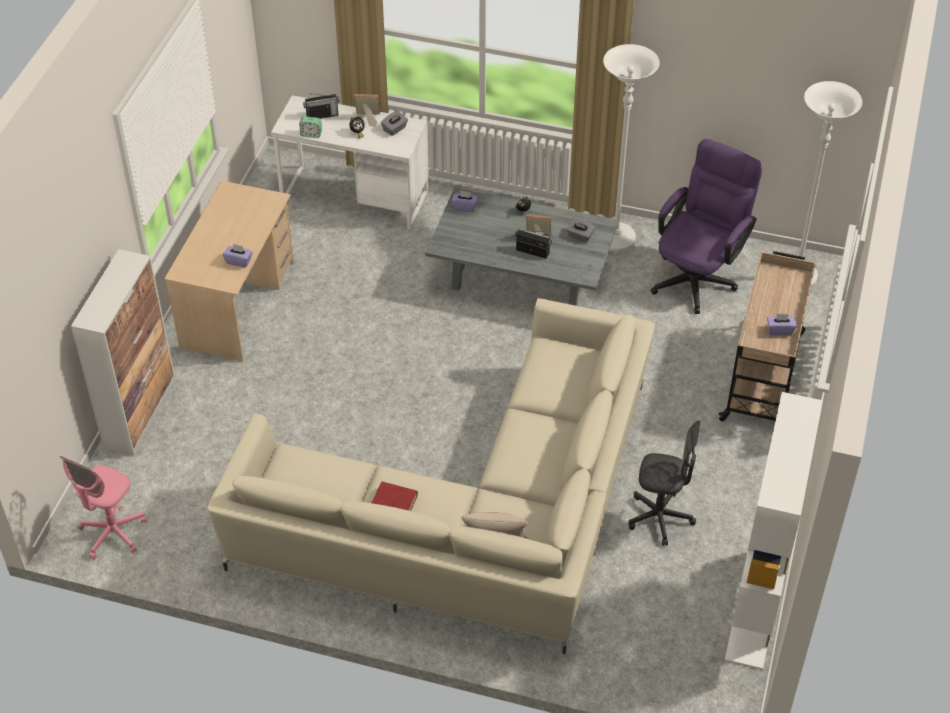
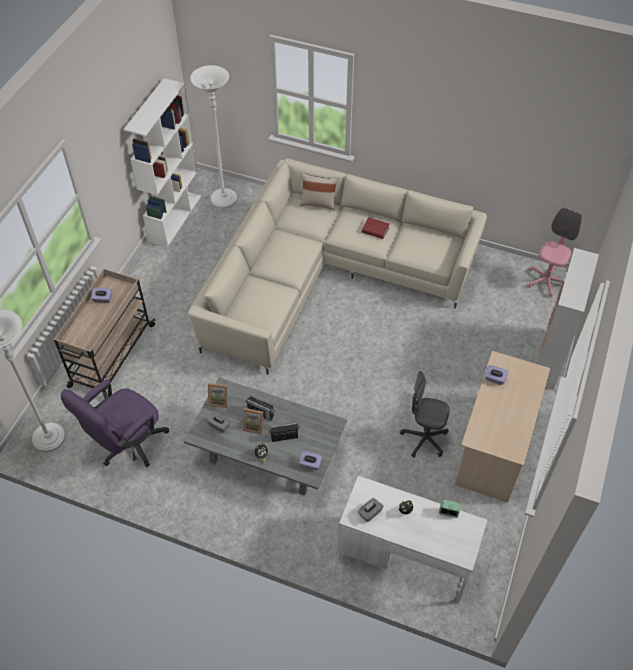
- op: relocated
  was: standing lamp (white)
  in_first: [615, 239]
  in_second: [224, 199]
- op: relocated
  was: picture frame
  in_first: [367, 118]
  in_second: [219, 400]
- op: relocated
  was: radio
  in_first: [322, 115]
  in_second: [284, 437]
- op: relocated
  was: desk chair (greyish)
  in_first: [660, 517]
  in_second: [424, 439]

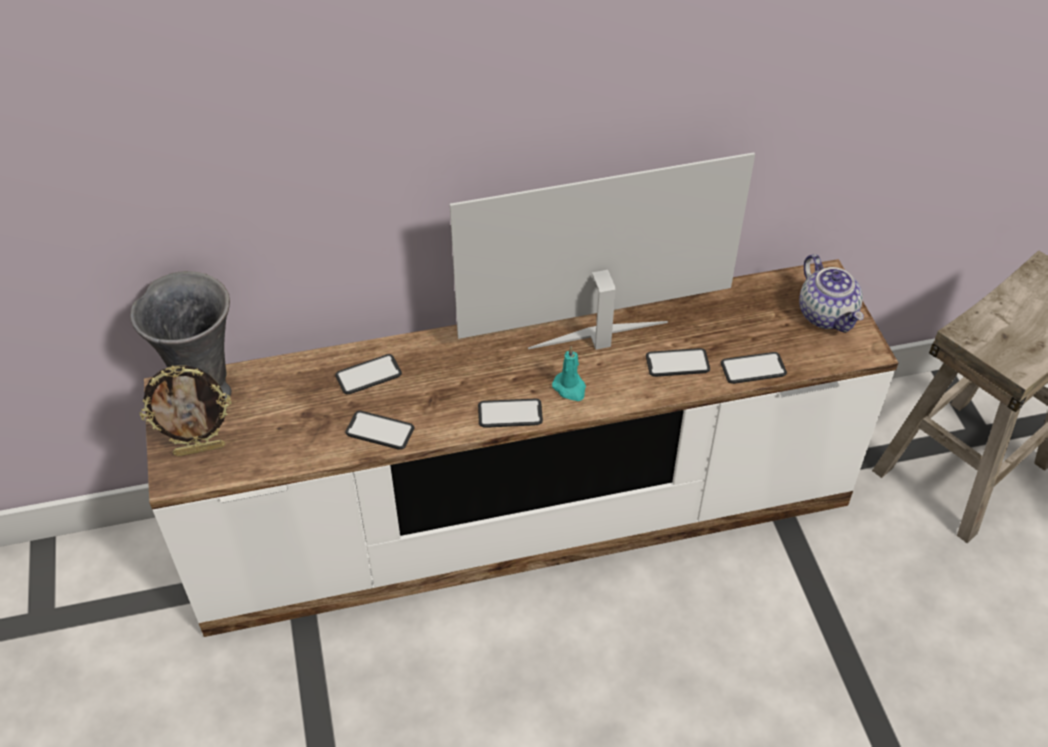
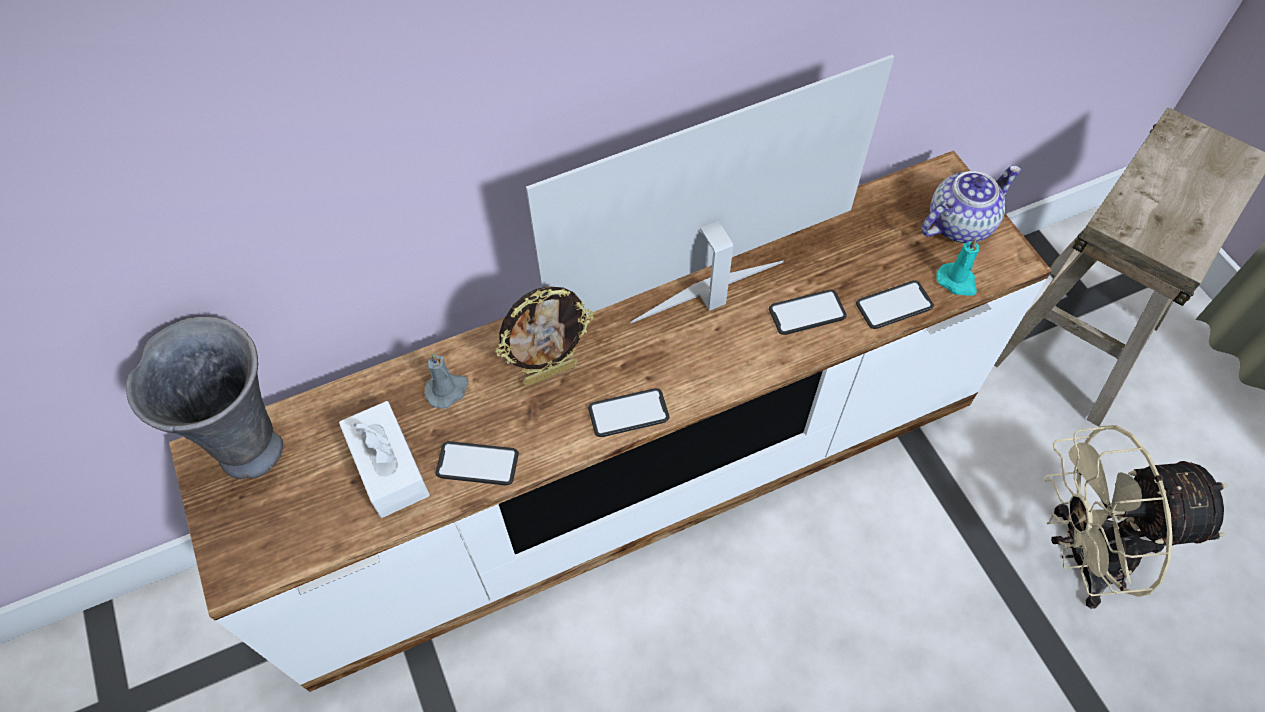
- op: appeared
  now: box of tissues (white)
  in_second: [389, 467]
- op: exchanged
  was: phone
  now: candle (greyish)
  in_first: [368, 375]
  in_second: [447, 390]
- op: relocated
  was: picture frame
  in_first: [200, 449]
  in_second: [550, 373]
- op: spun
  was: teapot
  in_first: [827, 315]
  in_second: [959, 223]
  clockwise: -90
- op: relocated
  was: candle (turquoise)
  in_first: [570, 388]
  in_second: [957, 281]
- op: appeared
  now: electric fan (beige-coloured)
  in_second: [1081, 555]

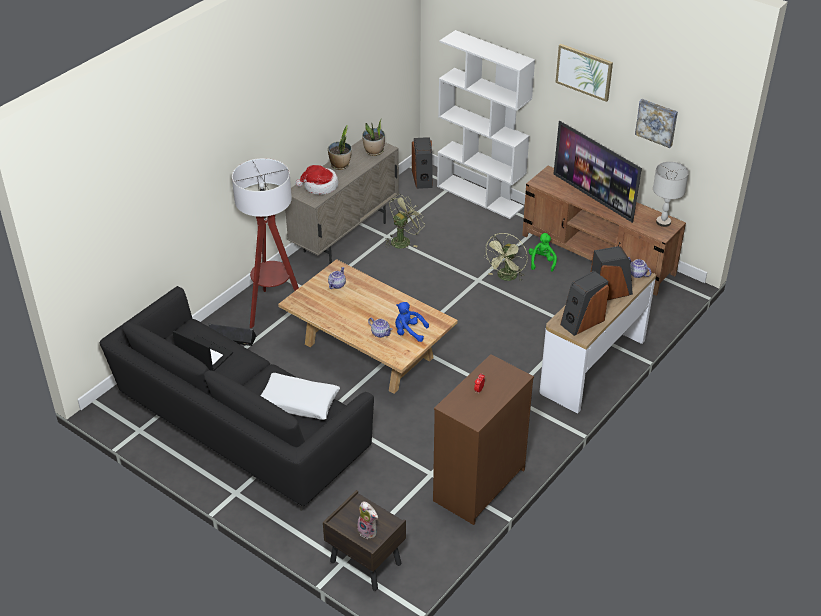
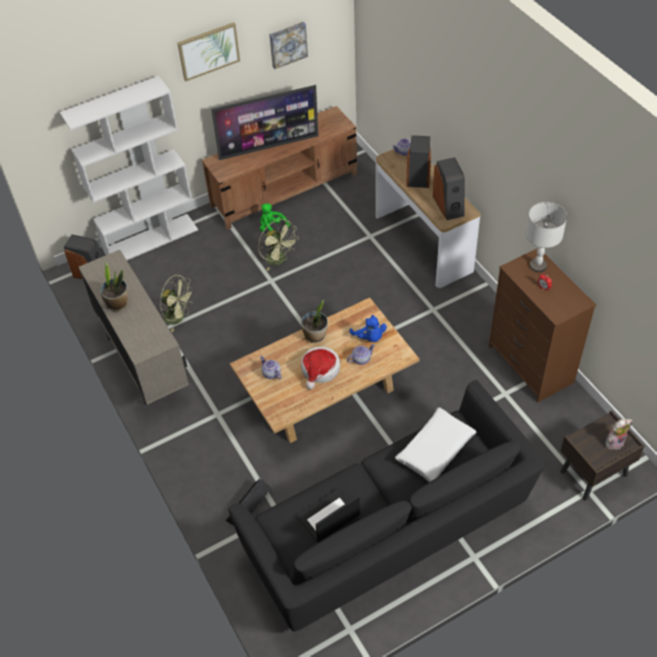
- op: spun
  was: electric fan (greenish)
  in_first: [403, 240]
  in_second: [179, 317]
  clockwise: 135
- op: relocated
  was: houseplant
  in_first: [374, 151]
  in_second: [315, 336]
- op: relocated
  was: clothing hat
  in_first: [319, 186]
  in_second: [320, 370]
- op: spun
  was: soft toy (blue-coloured)
  in_first: [409, 332]
  in_second: [369, 337]
  clockwise: -75
- op: relocated
  was: tabletop lamp (greyish)
  in_first: [663, 222]
  in_second: [538, 266]
- op: missing
  was: standing lamp
  in_first: [273, 310]

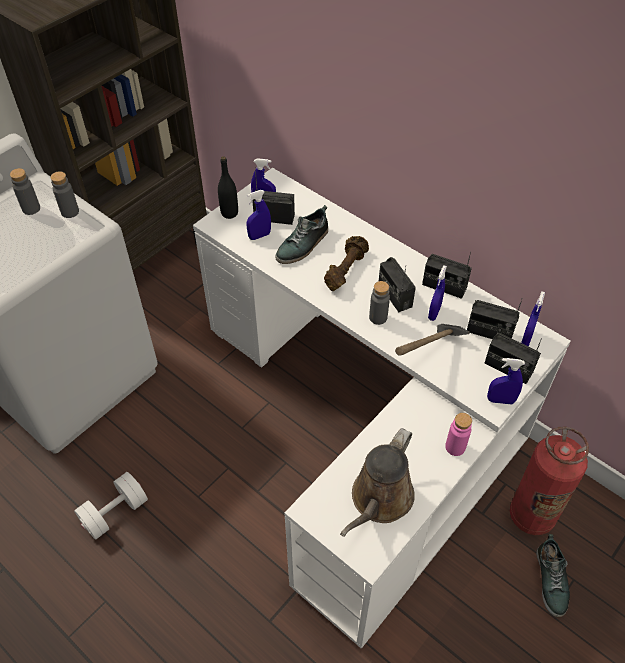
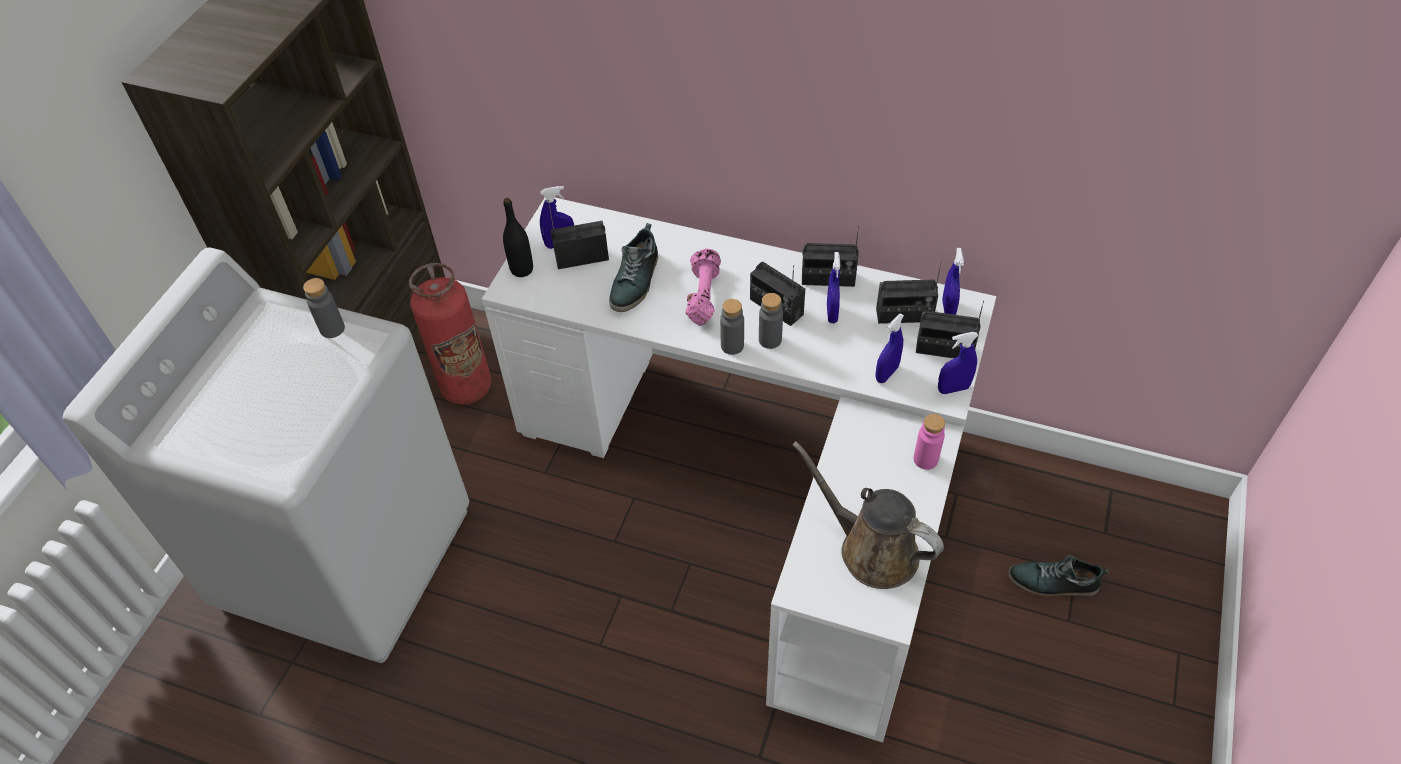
- op: relocated
  was: fire-fighting cylinder
  in_first: [531, 515]
  in_second: [466, 387]
- op: colour
  was: dumbbell (brown-coloured)
  now: dumbbell (pink-coloured)
  in_first: [345, 270]
  in_second: [702, 295]
- op: relocated
  was: beverage bottle (greyish)
  in_first: [31, 209]
  in_second: [732, 346]
- op: spun
  was: watering can (brown-coloured)
  in_first: [379, 500]
  in_second: [871, 549]
  clockwise: 120
- op: relocated
  was: spray bottle (blue-coloured)
  in_first: [259, 236]
  in_second: [886, 374]
- op: spun
  was: item of footwear
  in_first: [551, 580]
  in_second: [1053, 583]
  clockwise: 120
- op: missing
  was: dumbbell (white)
  in_first: [115, 512]
- op: missing
  was: hand hammer
  in_first: [428, 358]

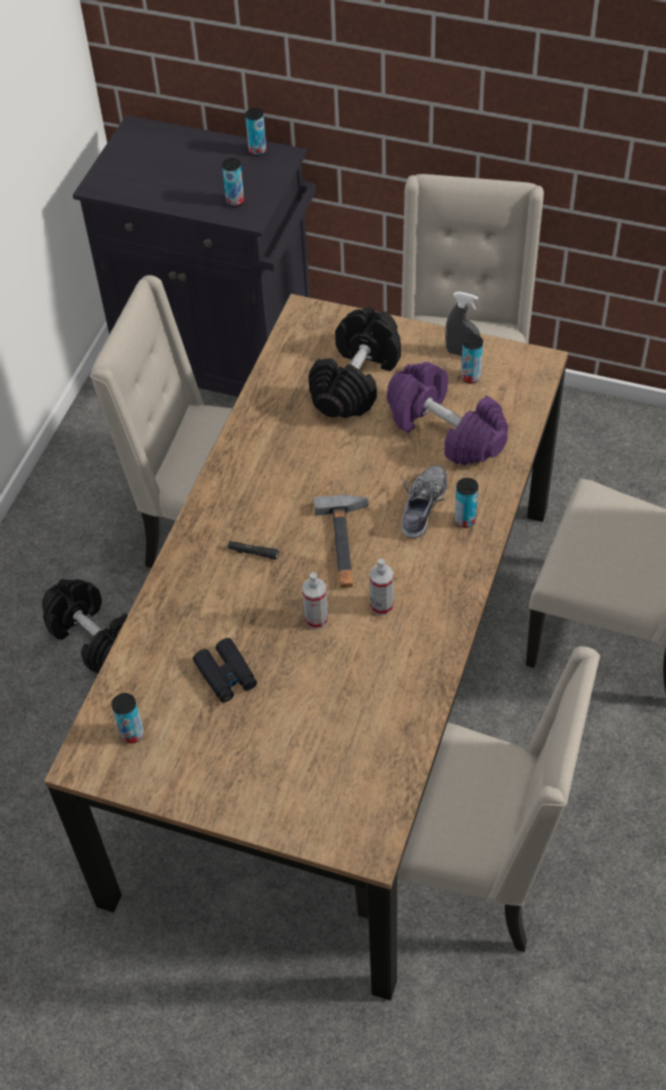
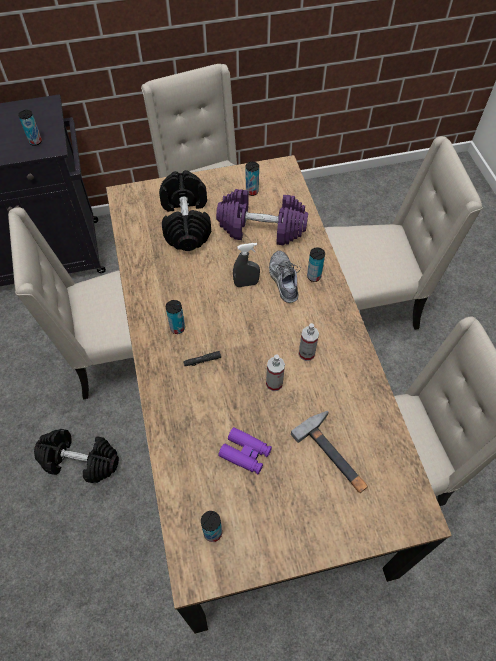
- op: relocated
  was: metal can
  in_first: [257, 151]
  in_second: [177, 328]
- op: colour
  was: pair of binoculars (black-coloured)
  now: pair of binoculars (purple)
  in_first: [226, 675]
  in_second: [245, 453]
- op: relocated
  was: spray bottle (greyish)
  in_first: [461, 353]
  in_second: [246, 283]
- op: relocated
  was: hand hammer
  in_first: [345, 544]
  in_second: [335, 455]

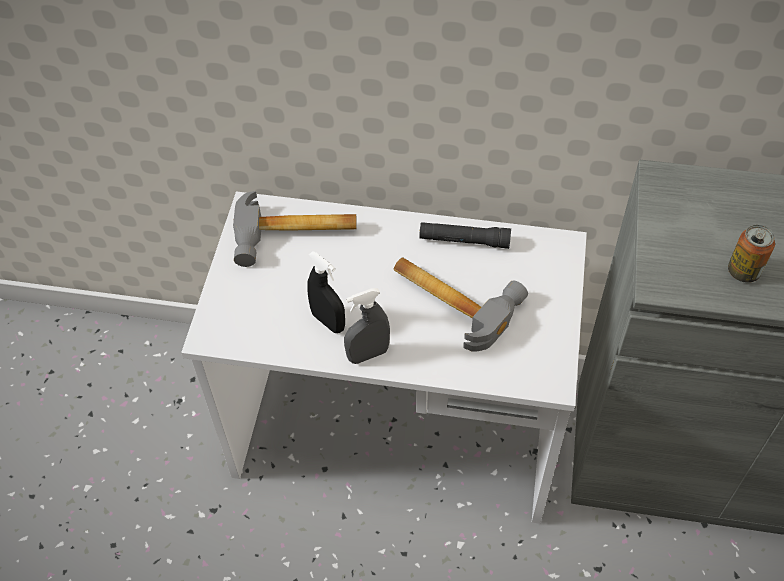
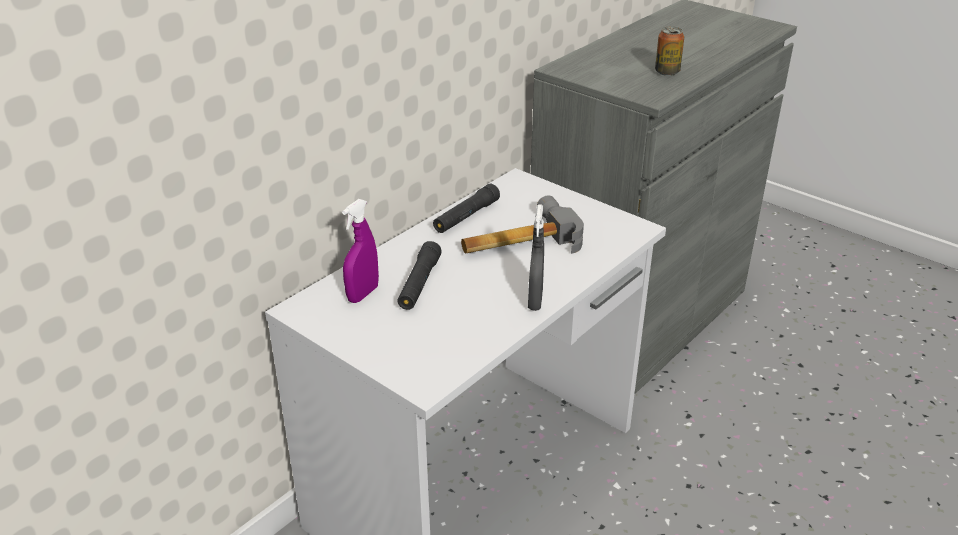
- op: exchanged
  was: hand hammer
  now: spray bottle (purple)
  in_first: [296, 235]
  in_second: [363, 294]
- op: appeared
  now: hand torch (black-coloured)
  in_second: [419, 284]
- op: missing
  was: spray bottle (black-coloured)
  in_first: [328, 321]

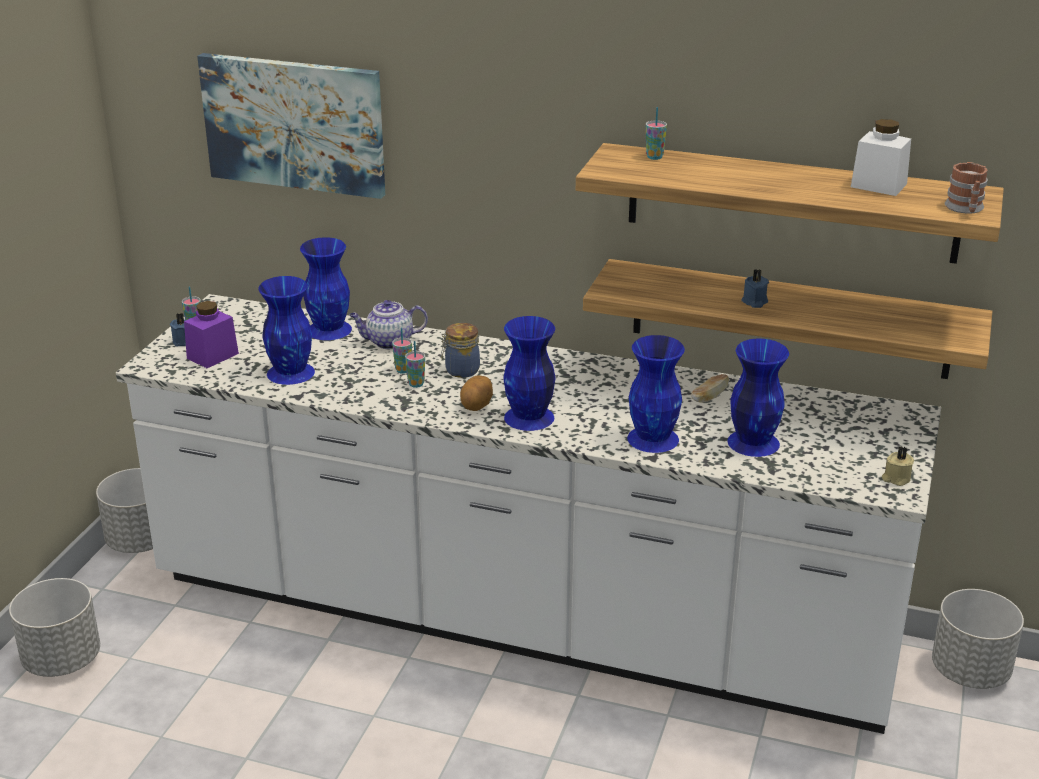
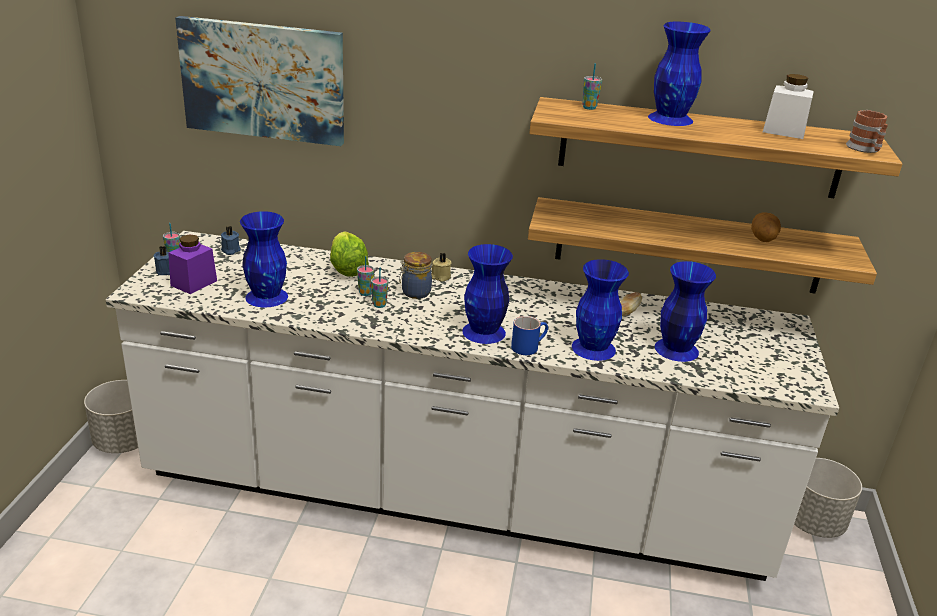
- op: relocated
  was: candle (blue-coloured)
  in_first: [754, 302]
  in_second: [230, 250]
- op: exchanged
  was: teapot
  now: head of lettuce
  in_first: [388, 342]
  in_second: [347, 269]
- op: relocated
  was: candle (beige-coloured)
  in_first: [896, 478]
  in_second: [440, 277]
- op: appeared
  now: coffee mug (blue-coloured)
  in_second: [528, 346]
- op: relocated
  was: decorative vase (blue-coloured)
  in_first: [329, 329]
  in_second: [670, 118]
- op: relocated
  was: spud
  in_first: [477, 406]
  in_second: [762, 239]
- op: missing
  was: flower pot (greyish)
  in_first: [62, 659]

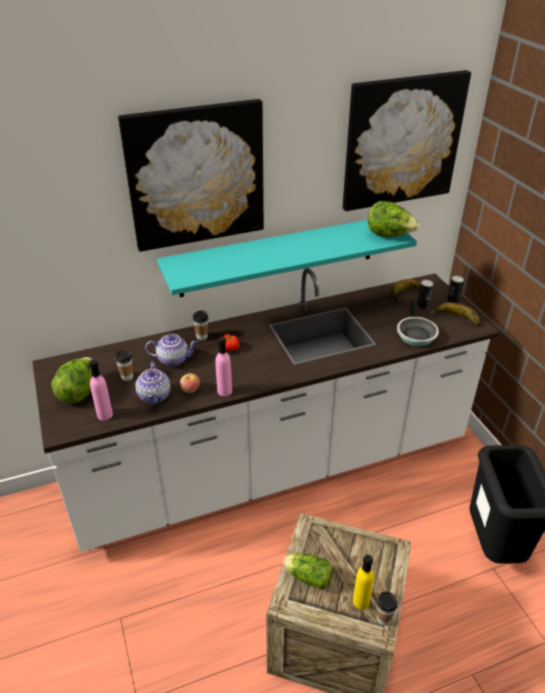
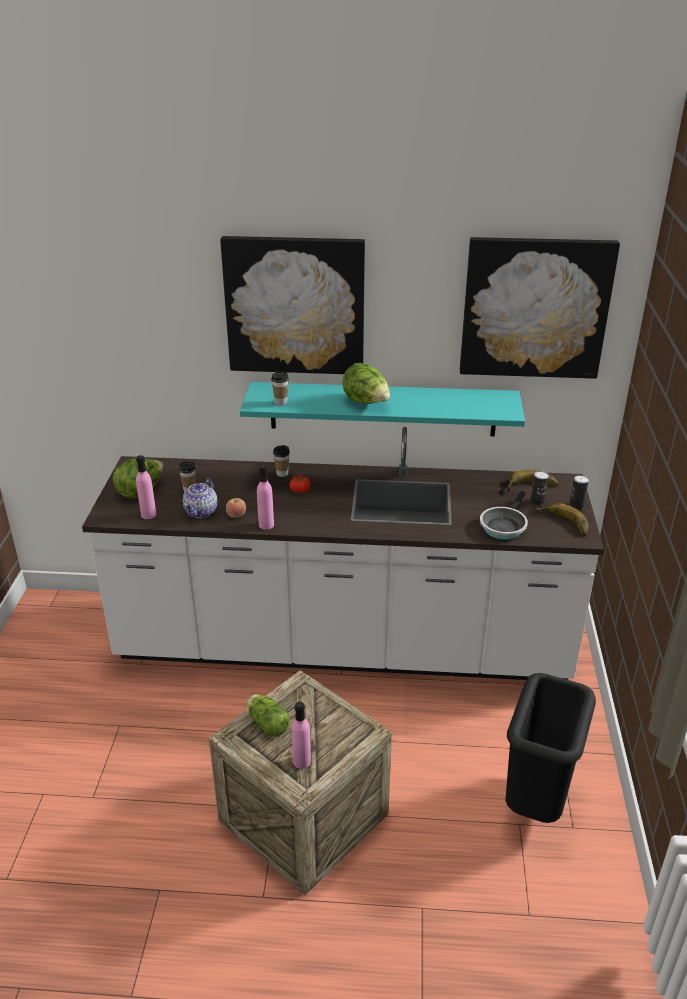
- op: relocated
  was: cup
  in_first: [383, 618]
  in_second: [281, 402]
- op: colour
  was: beverage bottle (yellowish)
  now: beverage bottle (pink-coloured)
  in_first: [361, 601]
  in_second: [301, 761]
- op: relocated
  was: head of lettuce
  in_first: [389, 235]
  in_second: [366, 403]
- op: missing
  was: teapot
  in_first: [174, 360]

